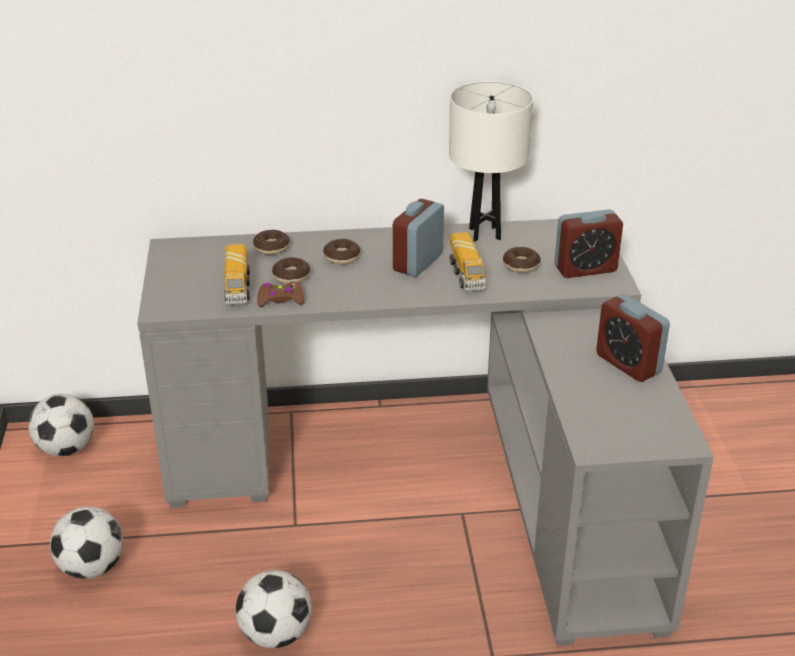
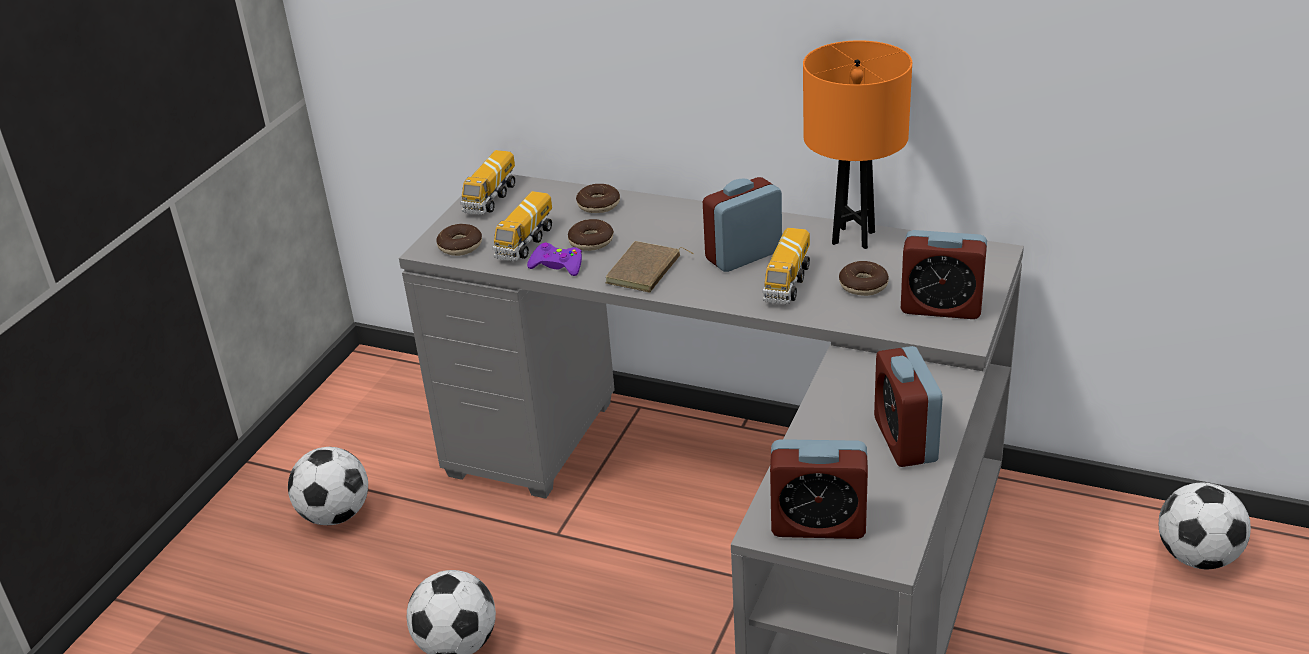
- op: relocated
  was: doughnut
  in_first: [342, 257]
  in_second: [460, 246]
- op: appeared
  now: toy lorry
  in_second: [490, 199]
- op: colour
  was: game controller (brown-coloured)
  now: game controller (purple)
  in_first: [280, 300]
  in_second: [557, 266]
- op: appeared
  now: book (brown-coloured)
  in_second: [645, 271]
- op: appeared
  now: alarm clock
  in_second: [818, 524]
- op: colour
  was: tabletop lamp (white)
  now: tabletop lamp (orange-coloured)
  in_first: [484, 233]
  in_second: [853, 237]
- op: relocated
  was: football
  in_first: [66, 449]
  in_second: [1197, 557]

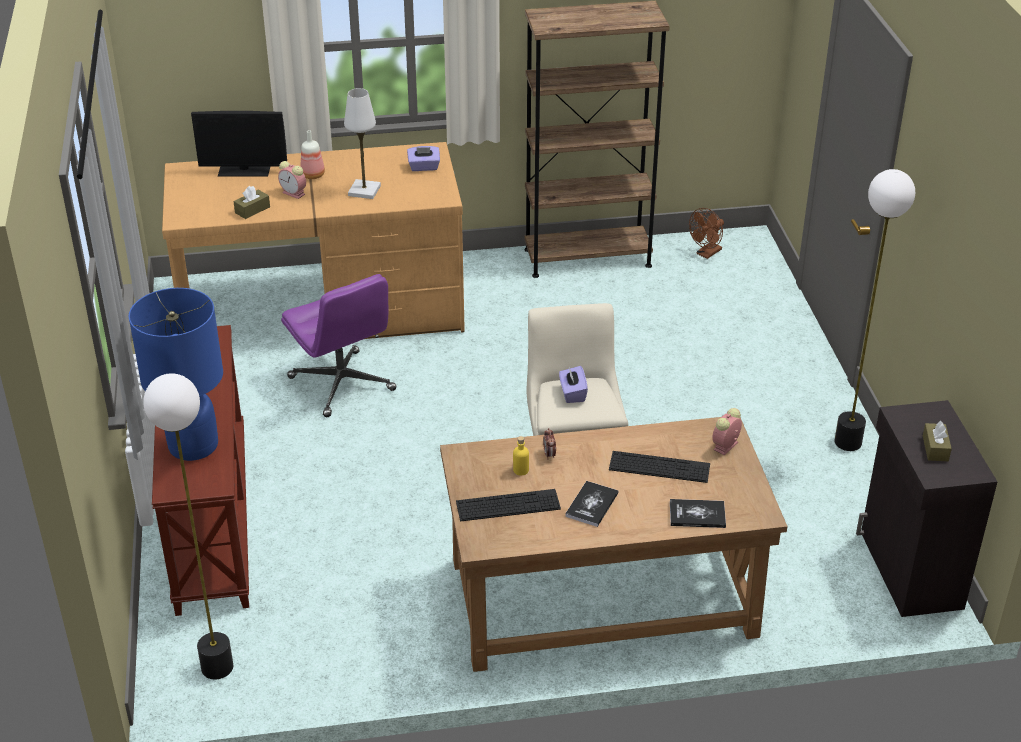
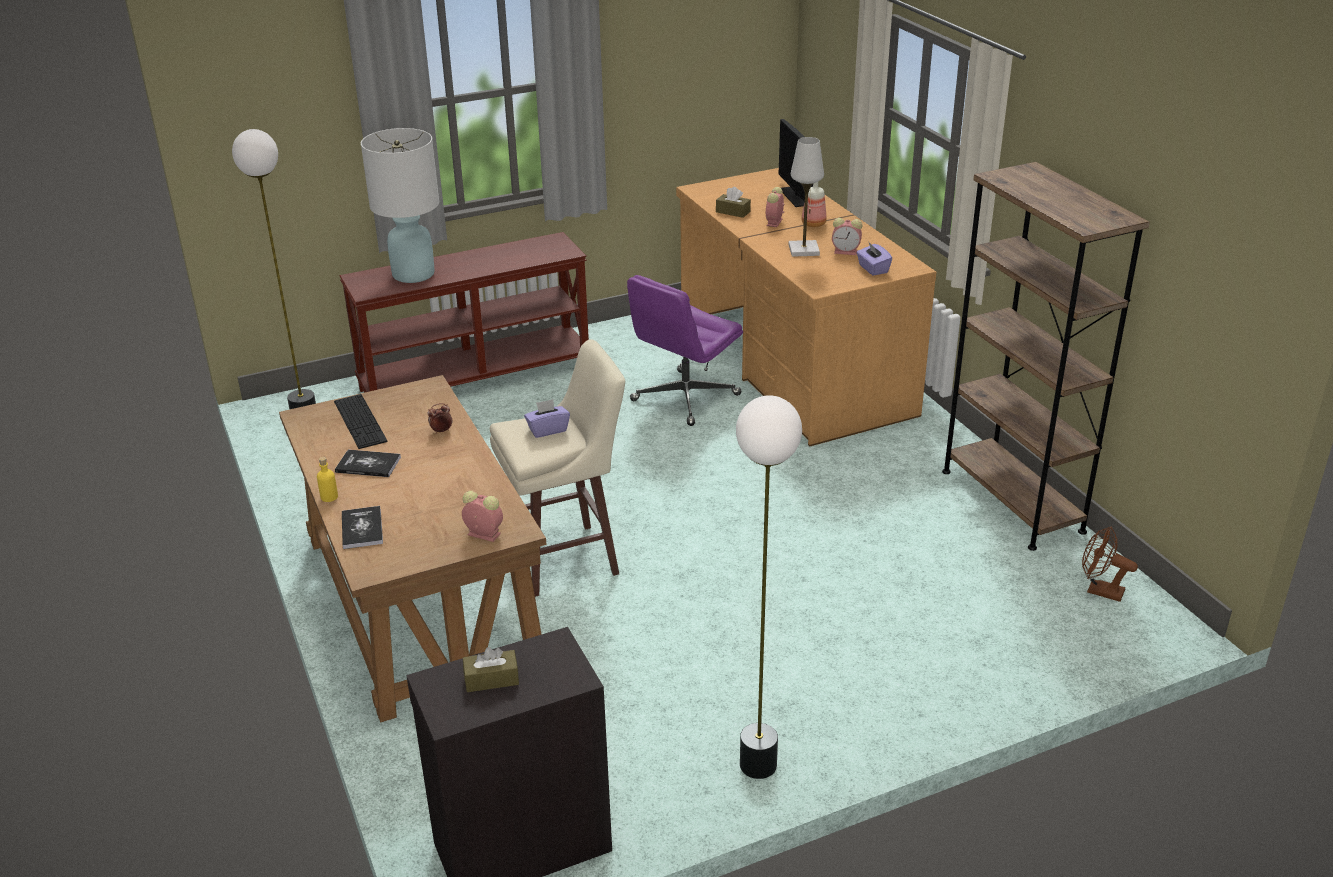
- op: relocated
  was: beverage bottle (yellowish)
  in_first: [521, 470]
  in_second: [329, 497]
- op: colour
  was: tabletop lamp (blue-coloured)
  now: tabletop lamp (white)
  in_first: [193, 446]
  in_second: [413, 274]
- op: appeared
  now: alarm clock
  in_second: [846, 252]
- op: missing
  was: PC keyboard
  in_first: [659, 467]

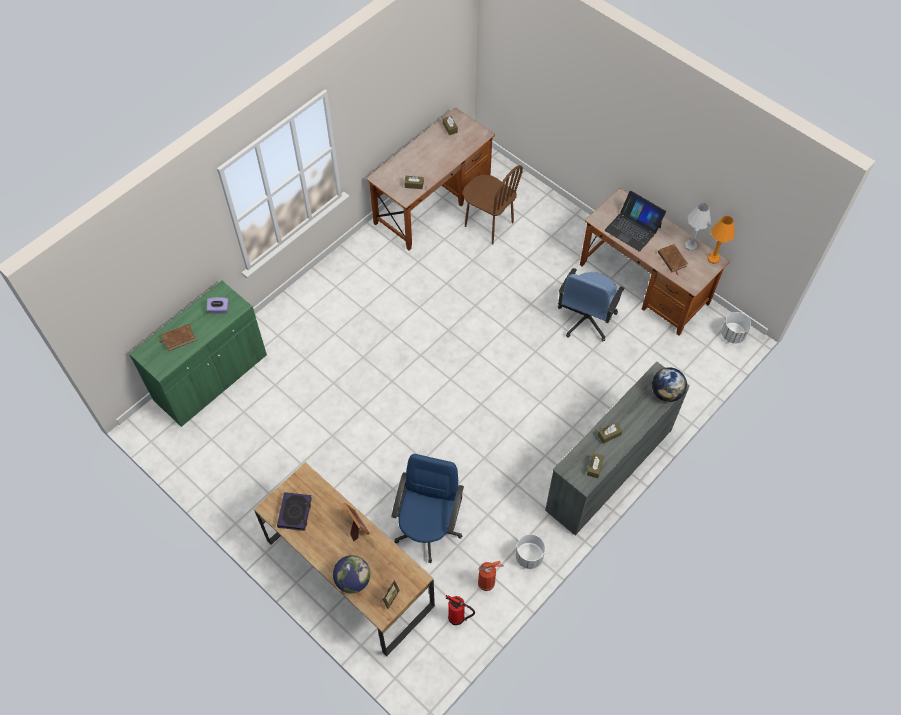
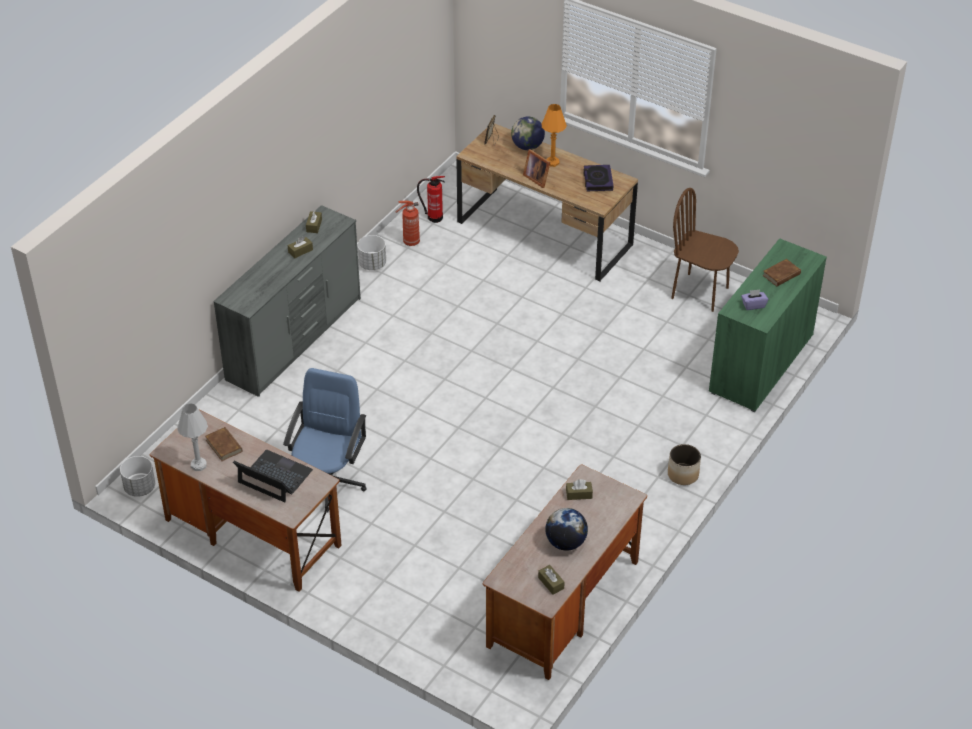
- op: relocated
  was: tabletop lamp (orange-coloured)
  in_first: [713, 258]
  in_second: [552, 162]
- op: relocated
  was: globe
  in_first: [666, 393]
  in_second: [565, 543]
- op: appeared
  now: flower pot
  in_second: [683, 475]
- op: relocated
  was: chair (brown-coloured)
  in_first: [488, 224]
  in_second: [700, 292]
- op: missing
  was: desk chair (blue-coloured)
  in_first: [428, 528]

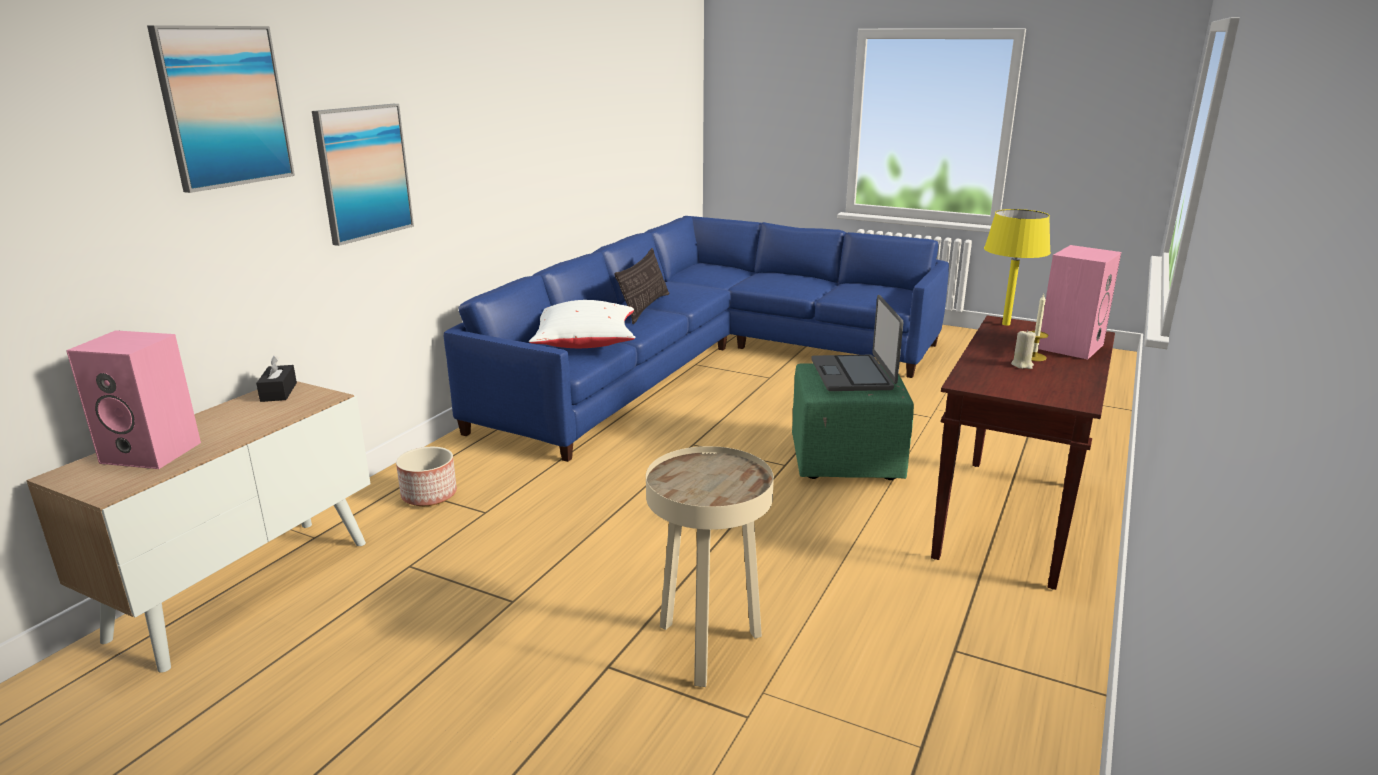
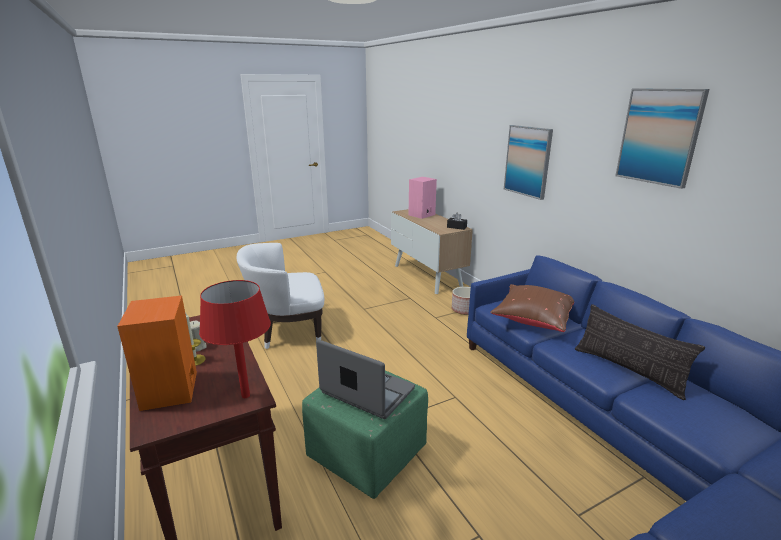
- op: colour
  was: speaker (pink-coloured)
  now: speaker (orange-coloured)
  in_first: [1069, 346]
  in_second: [171, 391]
- op: colour
  was: tabletop lamp (yellowish)
  now: tabletop lamp (red)
  in_first: [1006, 324]
  in_second: [245, 395]
- op: exchanged
  was: end table (beige-coloured)
  now: lounge chair (white)
  in_first: [707, 649]
  in_second: [287, 332]
- op: colour
  was: throw pillow (white)
  now: throw pillow (brown-coloured)
  in_first: [584, 345]
  in_second: [533, 319]
- op: relocated
  was: picture
  in_first: [224, 107]
  in_second: [659, 136]

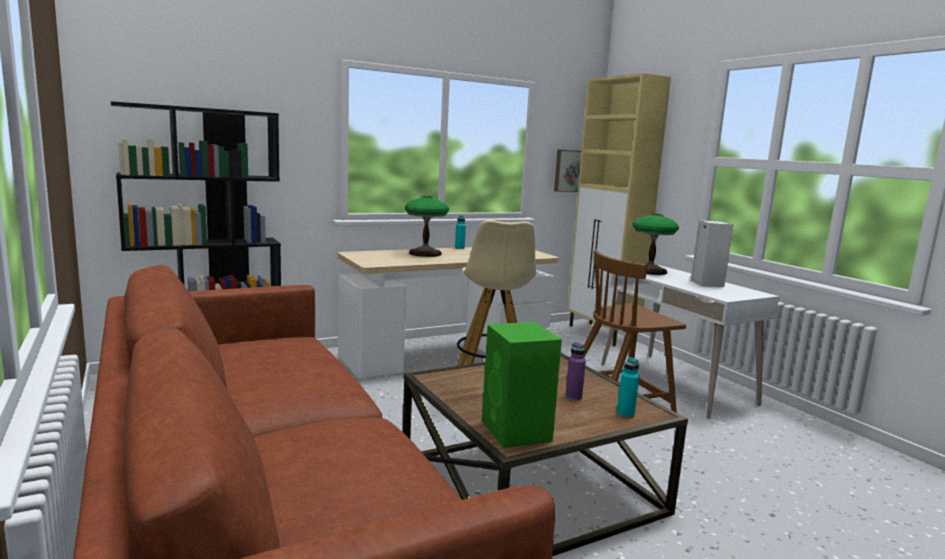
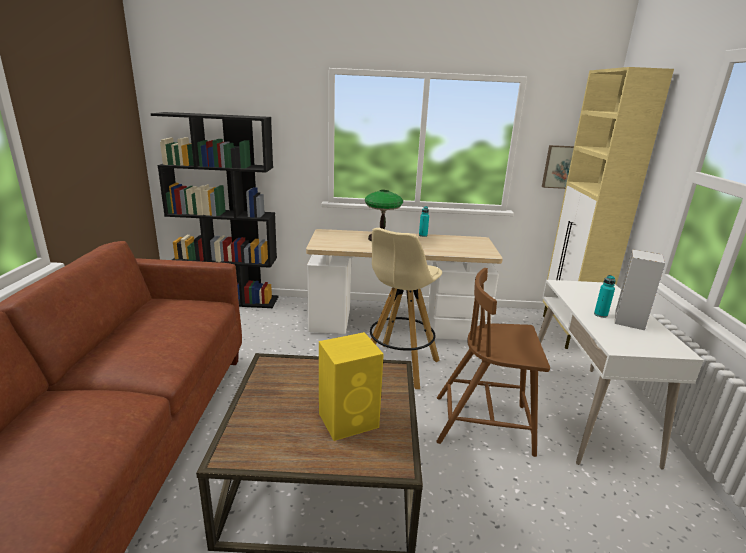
- op: exchanged
  was: beverage bottle (purple)
  now: speaker (yellowish)
  in_first: [573, 397]
  in_second: [350, 420]
- op: relocated
  was: beverage bottle (turquoise)
  in_first: [625, 414]
  in_second: [600, 314]
- op: missing
  was: speaker (greenish)
  in_first: [516, 432]
- op: missing
  was: tabletop lamp
  in_first: [650, 271]

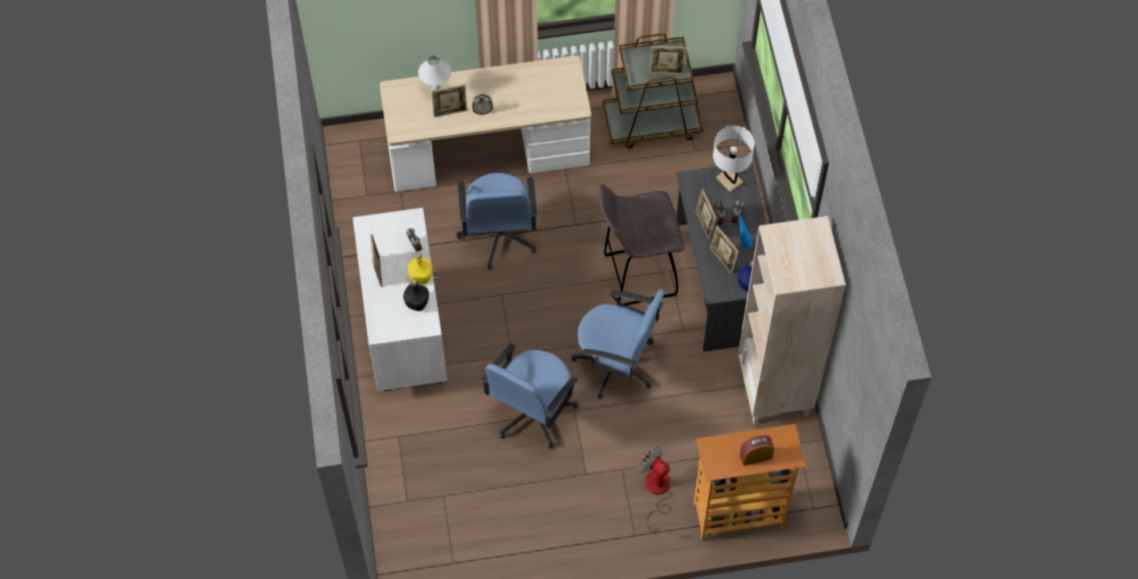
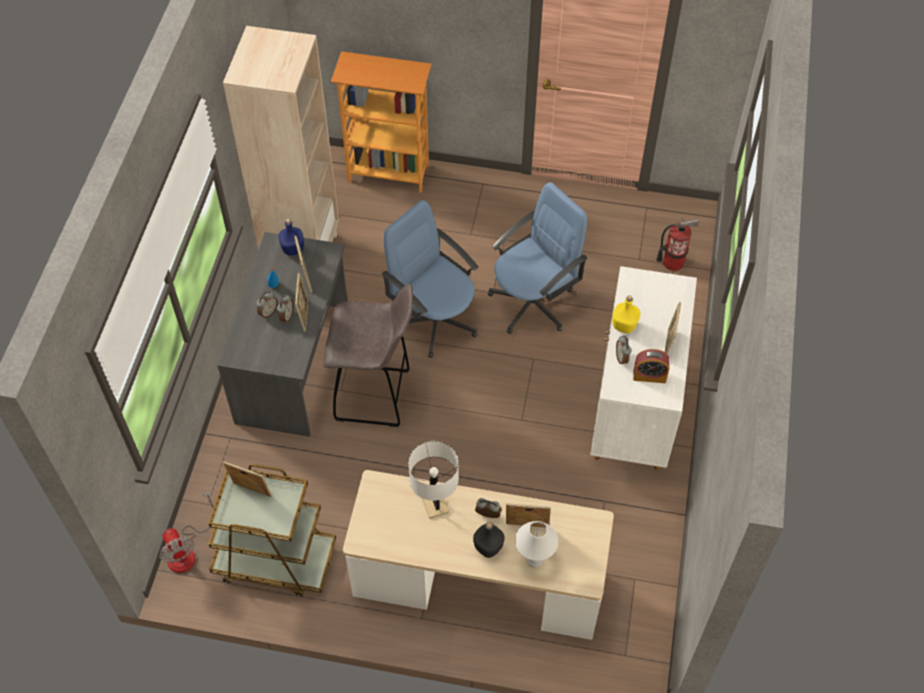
- op: relocated
  was: electric fan
  in_first: [656, 492]
  in_second: [187, 550]
- op: relocated
  was: tabletop lamp (white)
  in_first: [729, 180]
  in_second: [434, 504]
- op: relocated
  was: beverage bottle (black-coloured)
  in_first: [417, 303]
  in_second: [487, 547]
- op: relocated
  was: alarm clock
  in_first: [756, 456]
  in_second: [649, 376]
- op: appeared
  now: fire-fighting cylinder
  in_second: [673, 262]
- op: missing
  was: desk chair (blue-coloured)
  in_first: [498, 235]

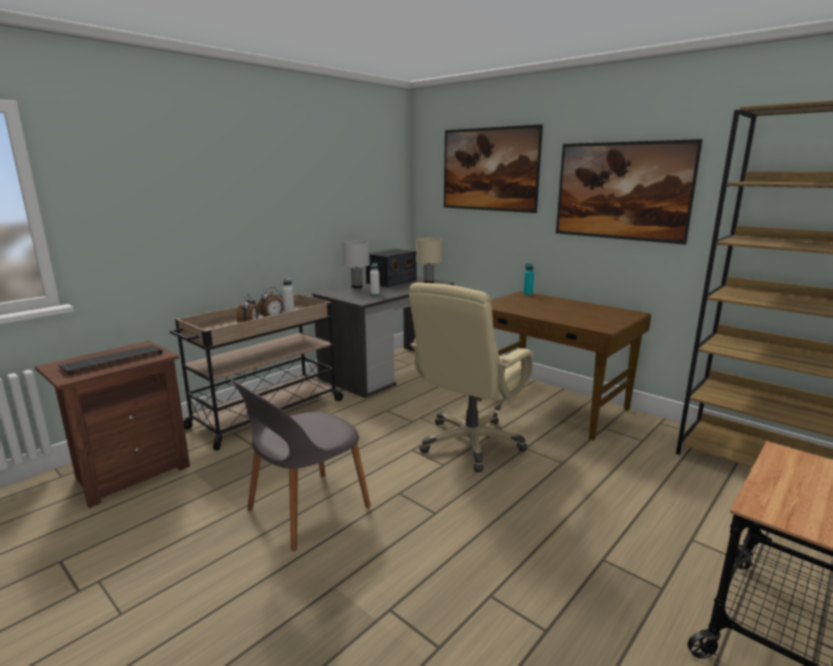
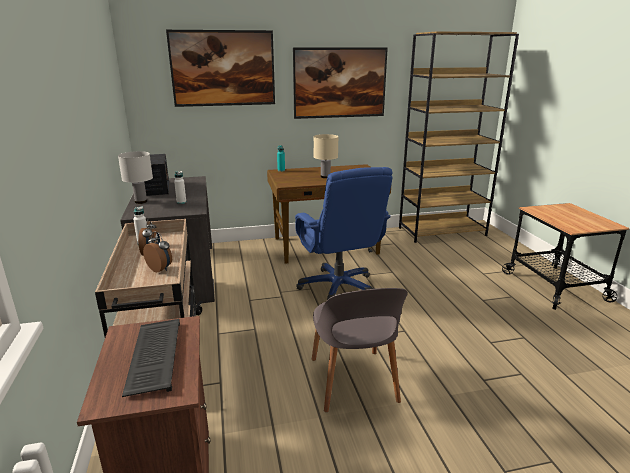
- op: colour
  was: desk chair (beige-coloured)
  now: desk chair (blue-coloured)
  in_first: [471, 443]
  in_second: [339, 288]
- op: relocated
  was: tabletop lamp (beige-coloured)
  in_first: [429, 282]
  in_second: [325, 176]

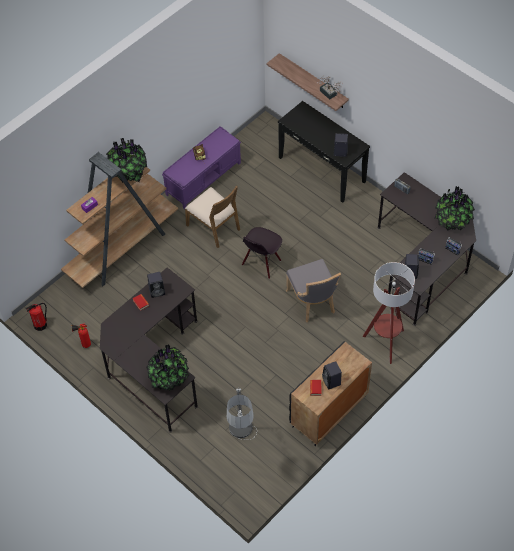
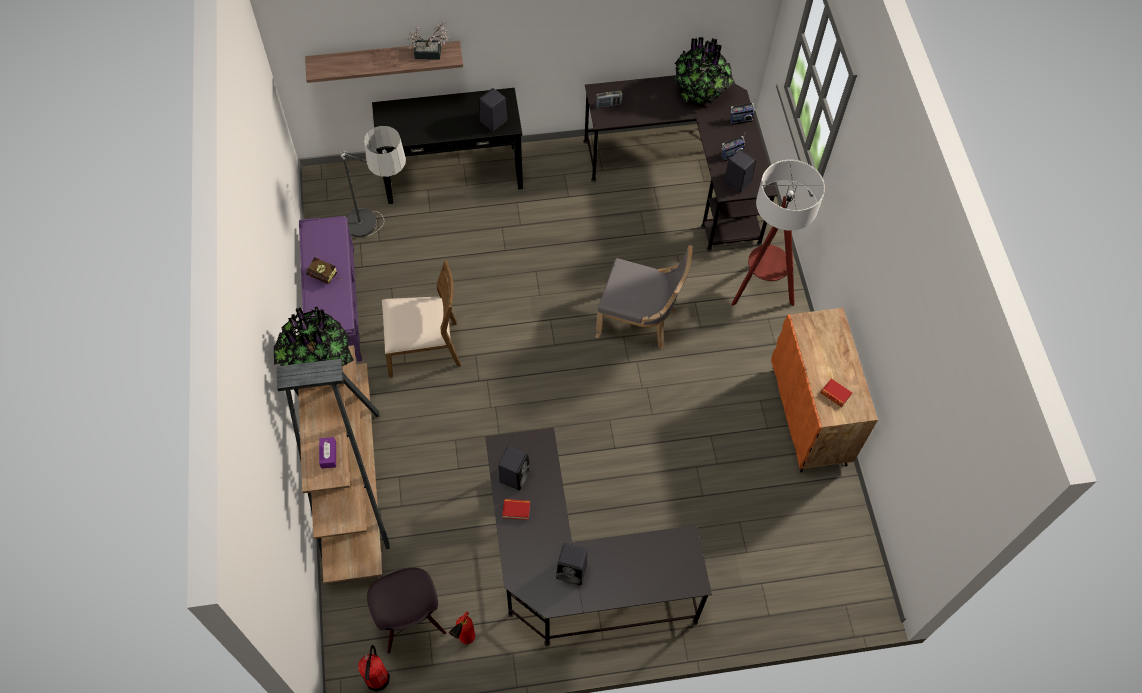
- op: relocated
  was: standing lamp
  in_first: [243, 445]
  in_second: [382, 236]
- op: relocated
  was: chair (black-coloured)
  in_first: [261, 263]
  in_second: [411, 622]
- op: relocated
  was: speaker (black-coloured)
  in_first: [332, 382]
  in_second: [572, 571]
- op: colour
  was: cabinet (black-coloured)
  now: cabinet (orange-coloured)
  in_first: [328, 411]
  in_second: [809, 416]
- op: missing
  was: houseplant
  in_first: [169, 377]

